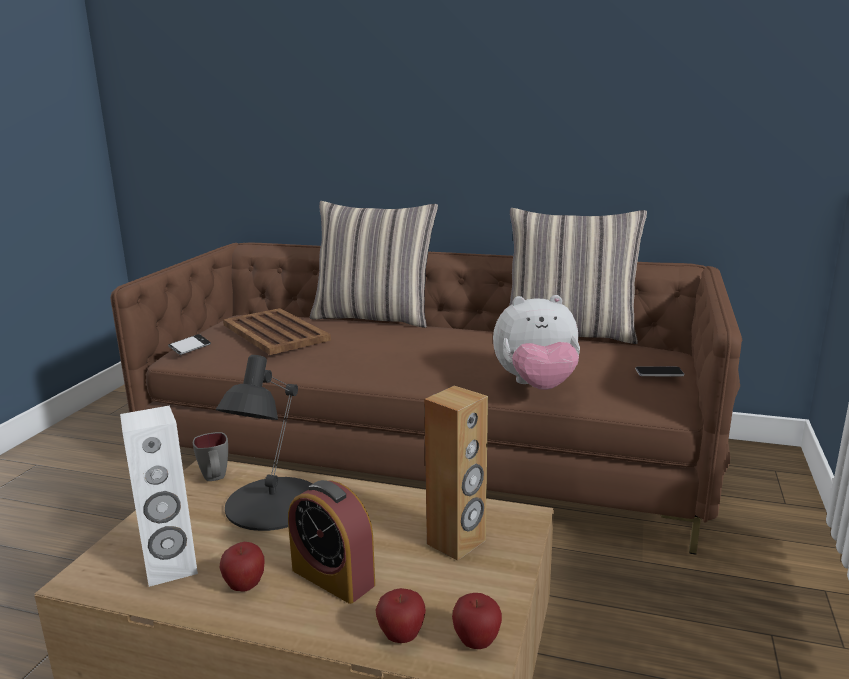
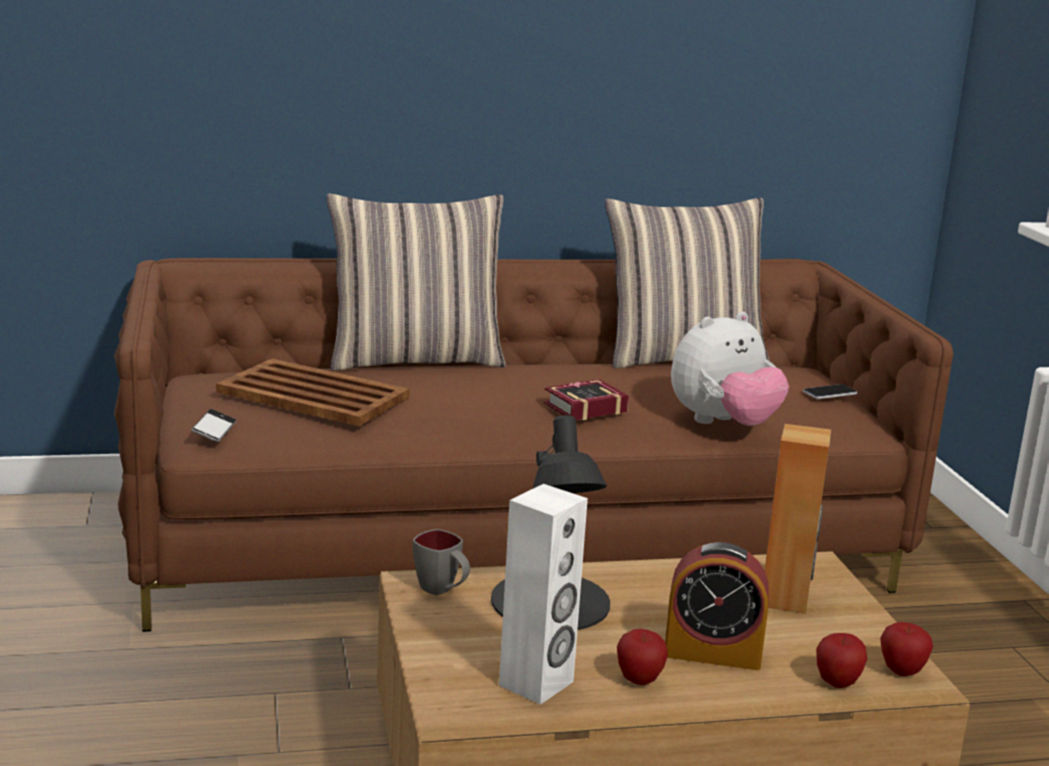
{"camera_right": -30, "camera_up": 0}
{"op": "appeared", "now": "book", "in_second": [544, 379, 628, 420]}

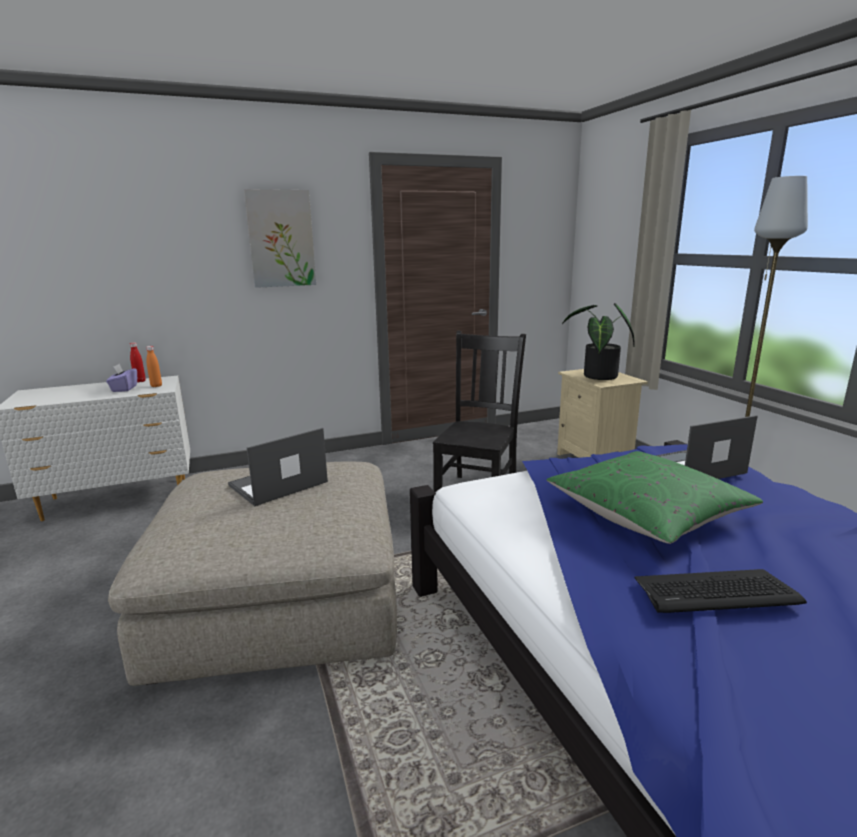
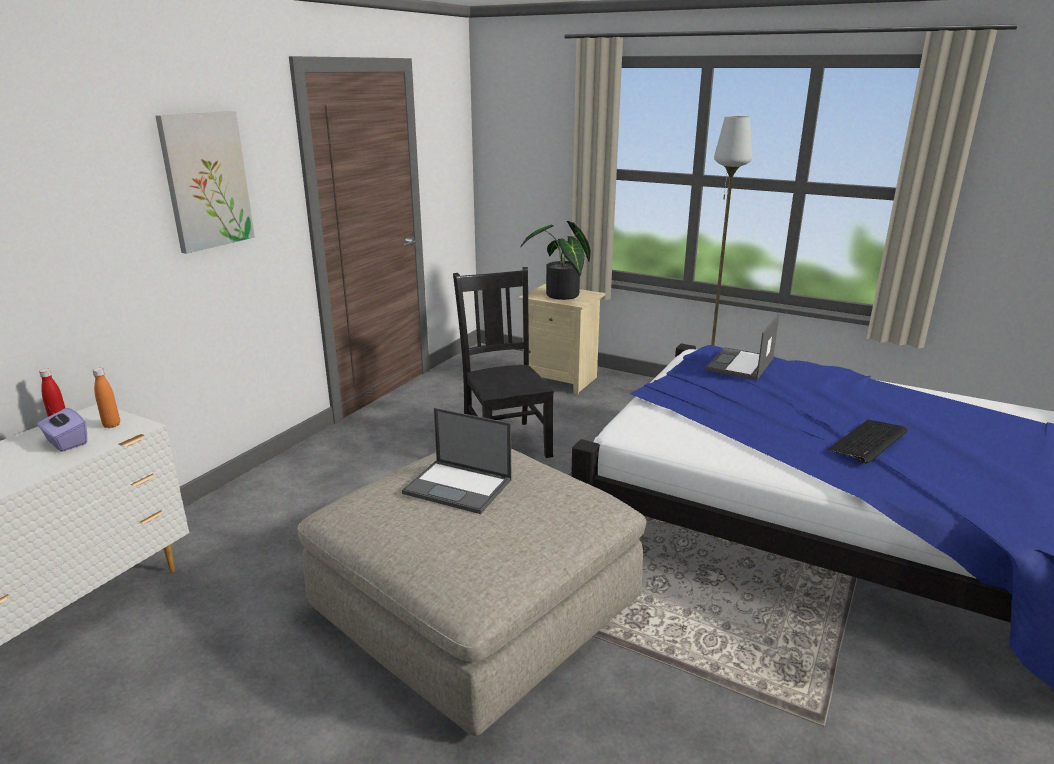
{"camera_right": -40, "camera_up": 5}
{"op": "spun", "was": "laptop", "in_first": [228, 428, 328, 506], "in_second": [402, 408, 512, 514], "clockwise": -75}
{"op": "missing", "was": "pillow (green)", "in_first": [547, 451, 763, 544]}

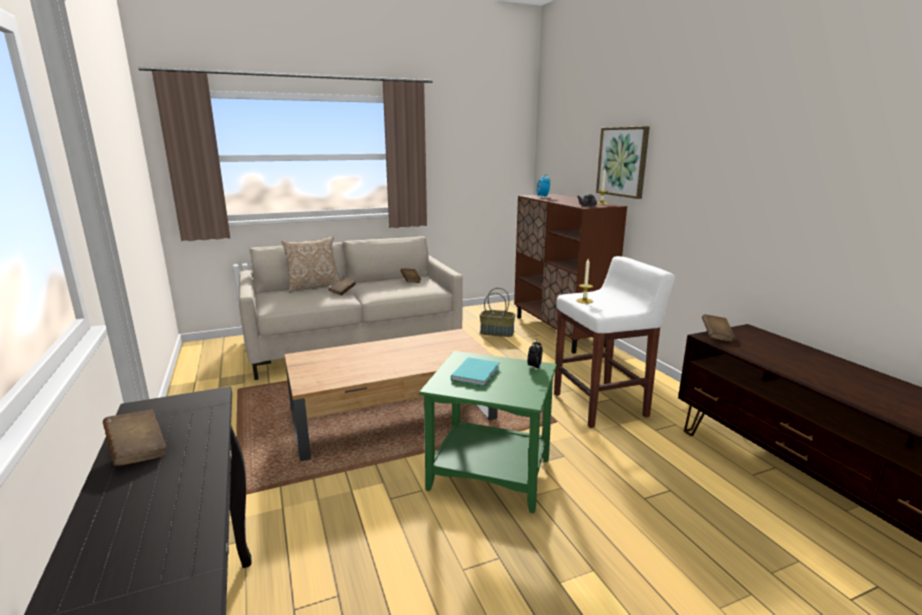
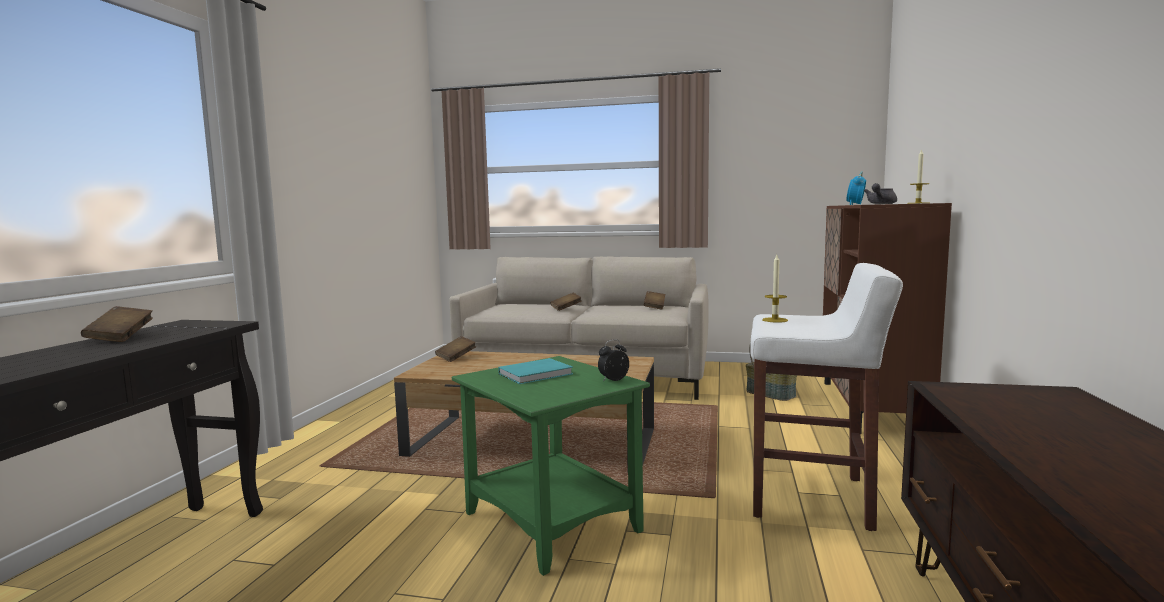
{"camera_right": 35, "camera_up": -10}
{"op": "relocated", "was": "book (brown)", "in_first": [702, 314, 735, 342], "in_second": [435, 336, 476, 362]}
{"op": "missing", "was": "pillow", "in_first": [282, 236, 339, 292]}
{"op": "missing", "was": "picture", "in_first": [596, 126, 650, 199]}

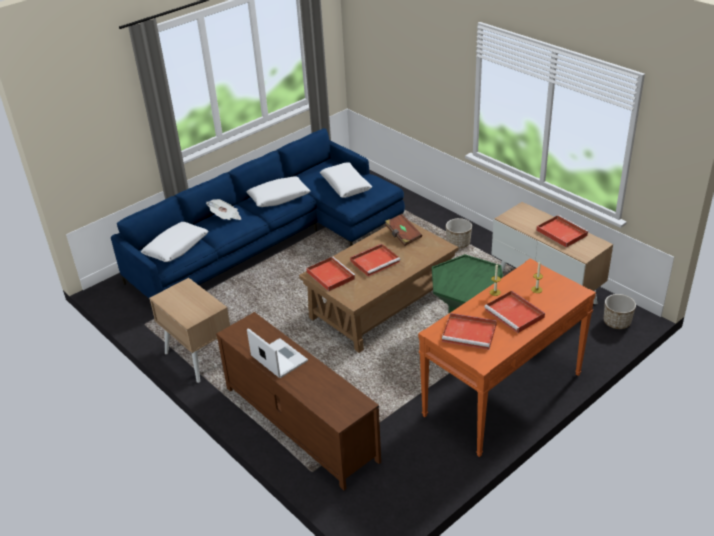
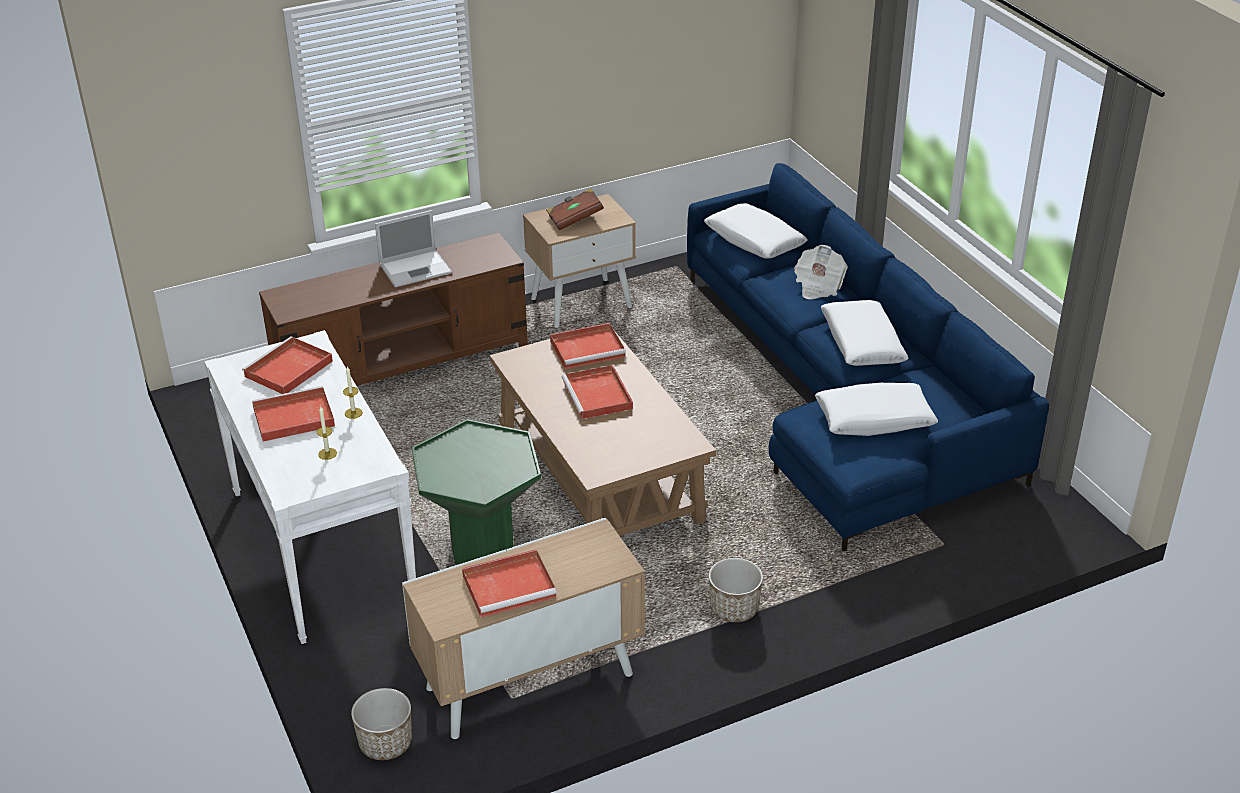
{"camera_right": 105, "camera_up": 0}
{"op": "colour", "was": "console table (orange)", "now": "console table (white)", "in_first": [418, 259, 596, 457], "in_second": [204, 330, 416, 644]}
{"op": "relocated", "was": "book (brown)", "in_first": [385, 214, 422, 246], "in_second": [546, 188, 604, 230]}

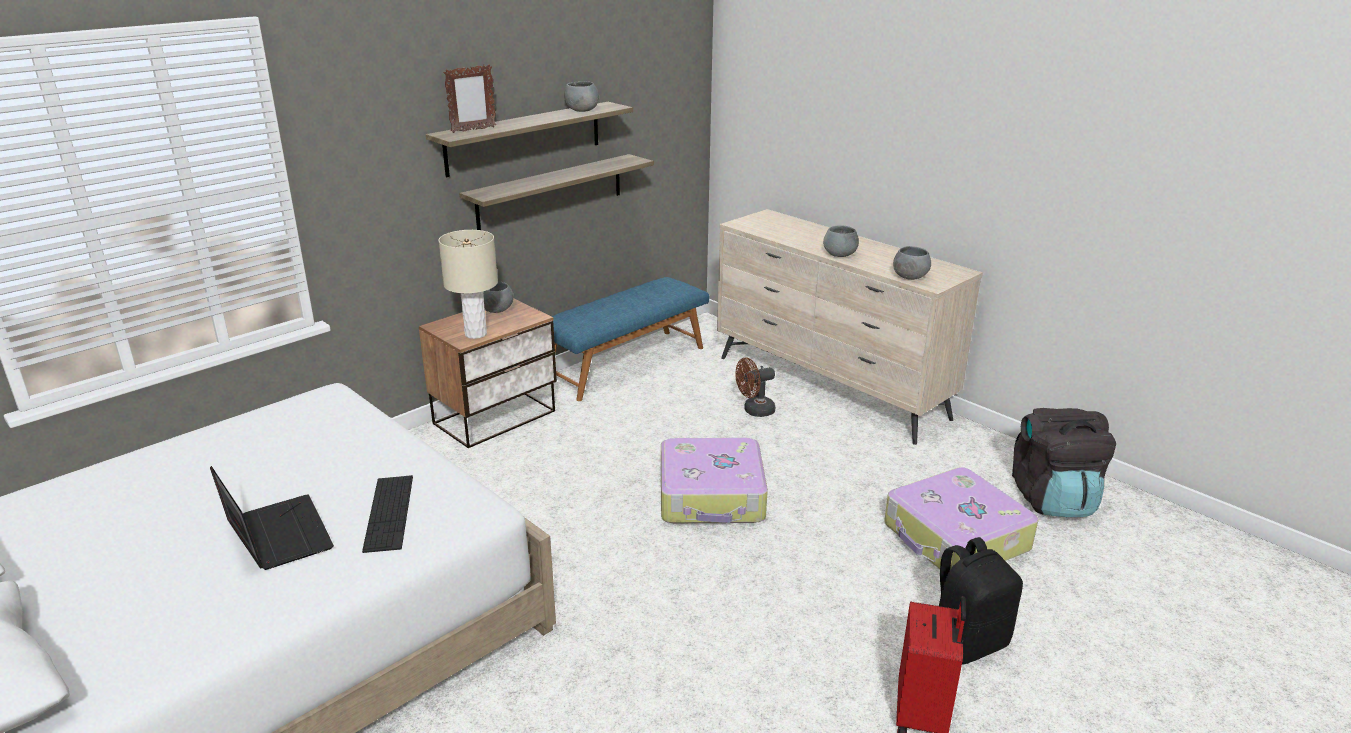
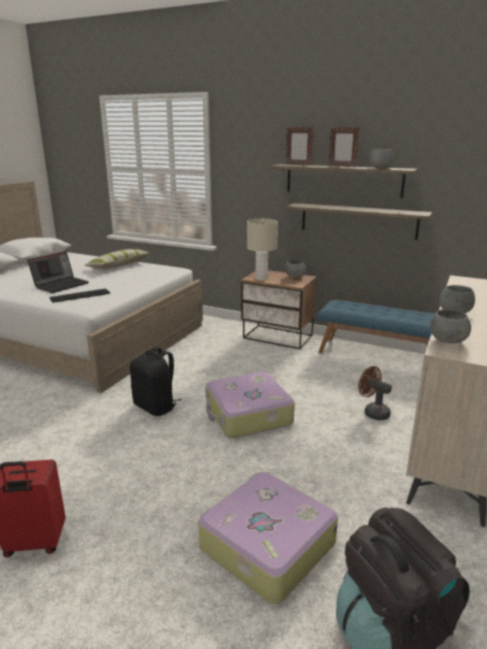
{"camera_right": 70, "camera_up": -5}
{"op": "appeared", "now": "pillow", "in_second": [84, 249, 150, 269]}
{"op": "relocated", "was": "backpack (black)", "in_first": [939, 537, 1023, 664], "in_second": [130, 346, 181, 416]}
{"op": "appeared", "now": "picture frame", "in_second": [329, 126, 360, 168]}

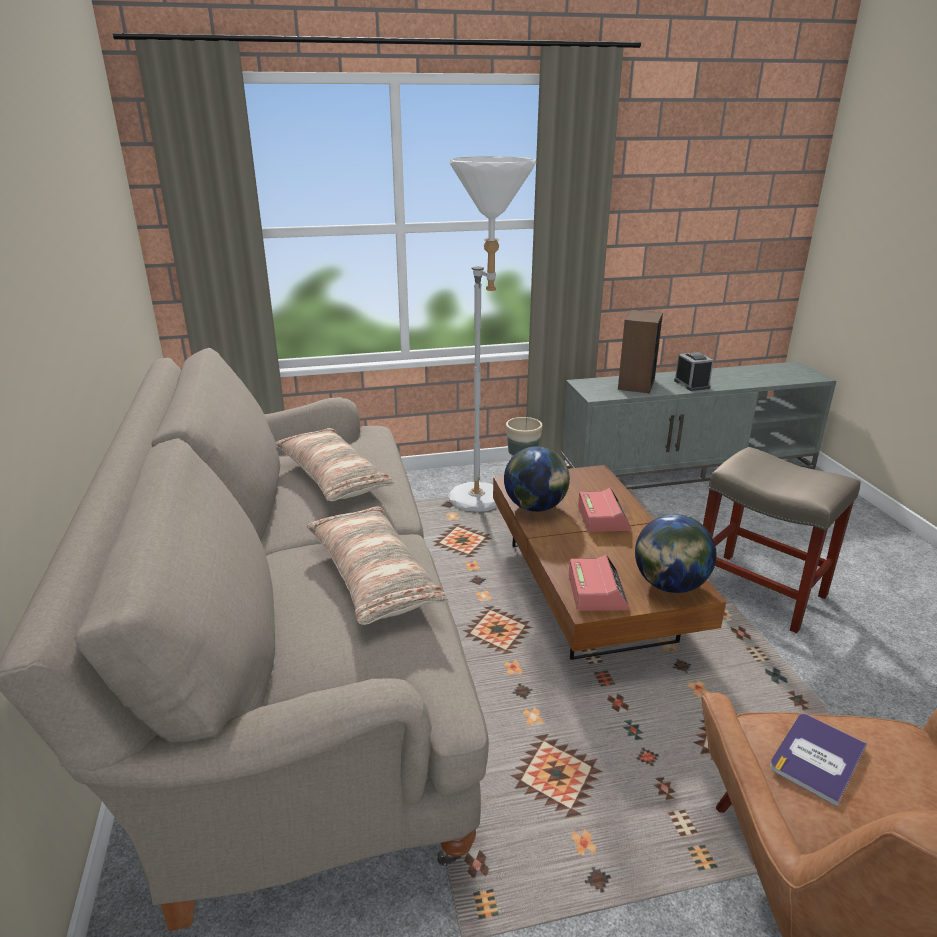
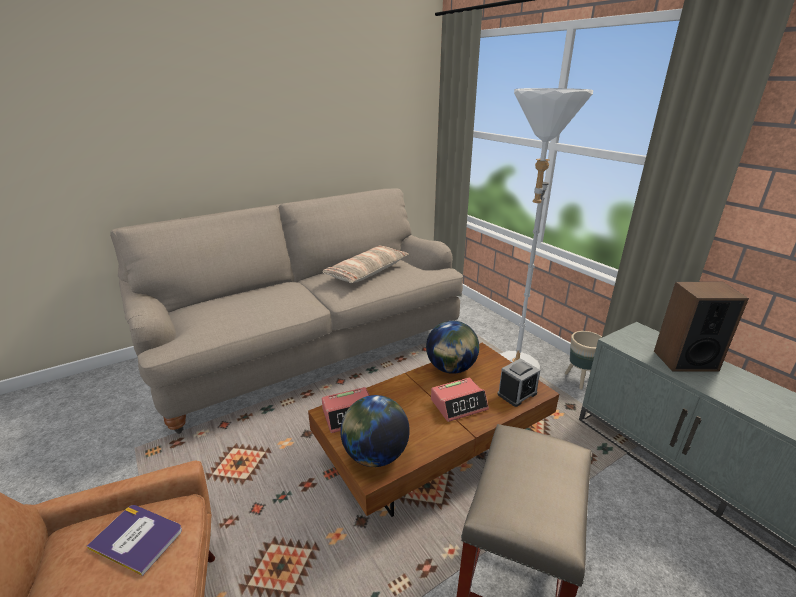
{"camera_right": 70, "camera_up": 0}
{"op": "relocated", "was": "alarm clock", "in_first": [674, 352, 714, 391], "in_second": [497, 358, 540, 407]}
{"op": "missing", "was": "pillow", "in_first": [307, 506, 448, 625]}

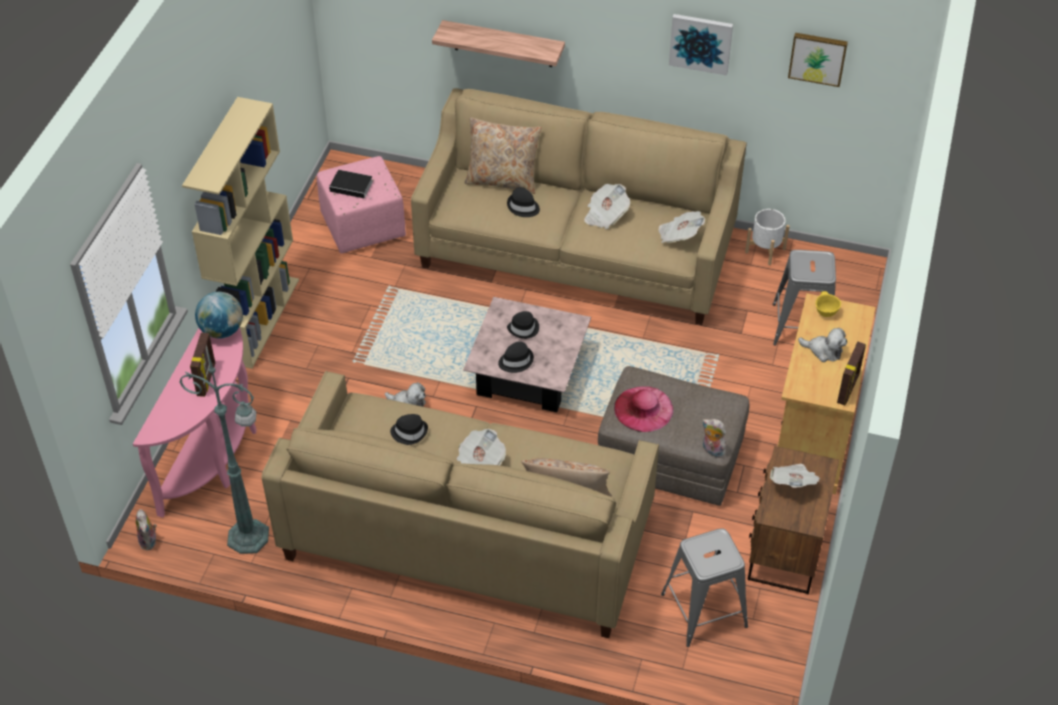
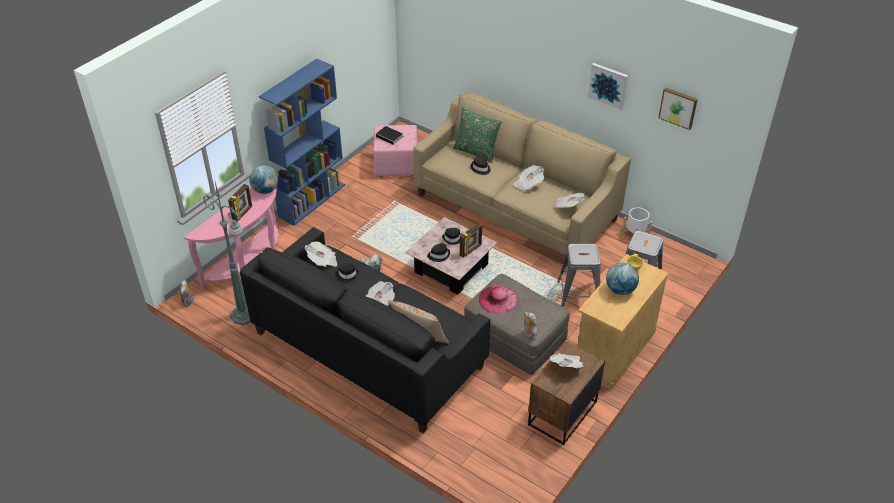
{"camera_right": 20, "camera_up": -5}
{"op": "colour", "was": "sofa (beige)", "now": "sofa (black)", "in_first": [262, 371, 659, 638], "in_second": [240, 227, 490, 433]}
{"op": "colour", "was": "bookcase (beige)", "now": "bookcase (blue)", "in_first": [182, 97, 299, 369], "in_second": [259, 59, 345, 226]}
{"op": "appeared", "now": "newspaper", "in_second": [305, 242, 337, 267]}
{"op": "colour", "was": "pillow (beige)", "now": "pillow (green)", "in_first": [465, 117, 541, 194], "in_second": [453, 107, 502, 163]}
{"op": "relocated", "was": "picture frame", "in_first": [837, 342, 866, 405], "in_second": [460, 223, 482, 258]}
{"op": "relocated", "was": "stool (grey)", "in_first": [661, 528, 748, 647], "in_second": [557, 244, 601, 307]}
{"op": "exchanged", "was": "plush toy", "now": "globe", "in_first": [798, 328, 847, 362], "in_second": [606, 263, 639, 295]}
{"op": "missing", "was": "shelf", "in_first": [432, 20, 565, 67]}

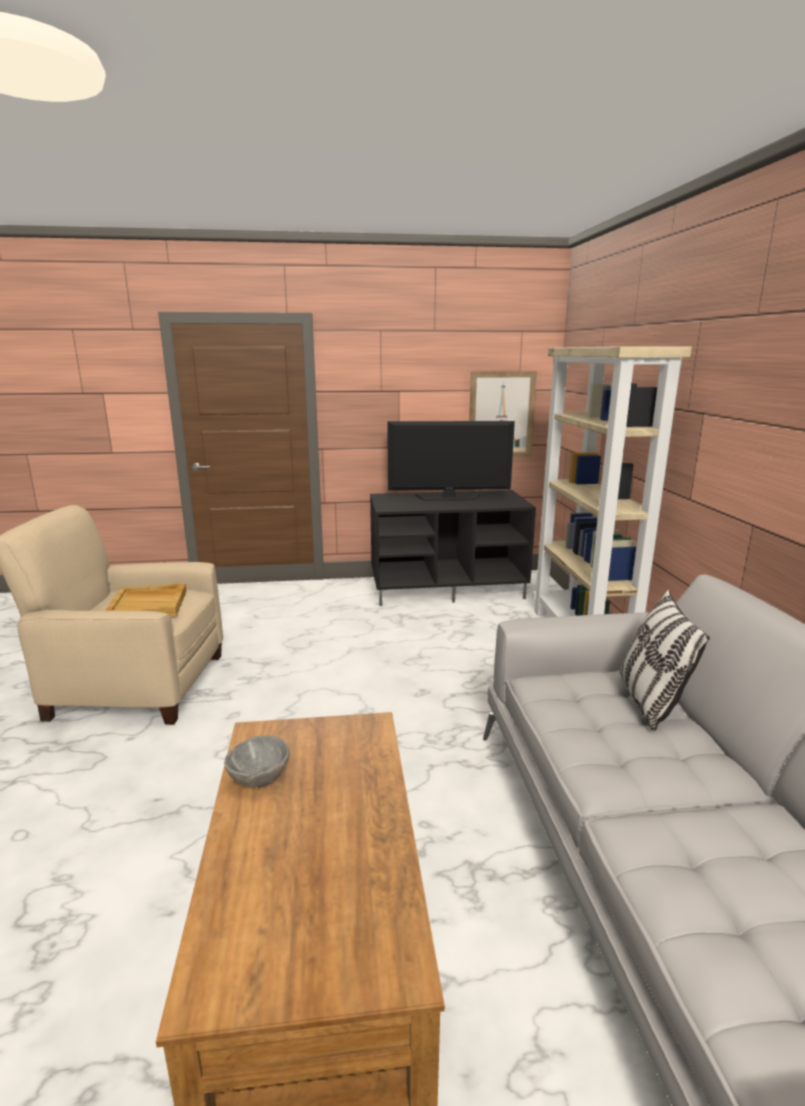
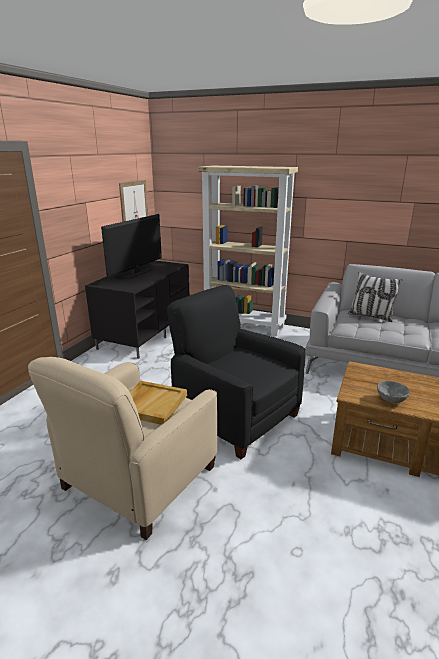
{"camera_right": -60, "camera_up": 5}
{"op": "appeared", "now": "armchair (black)", "in_second": [167, 285, 306, 459]}

